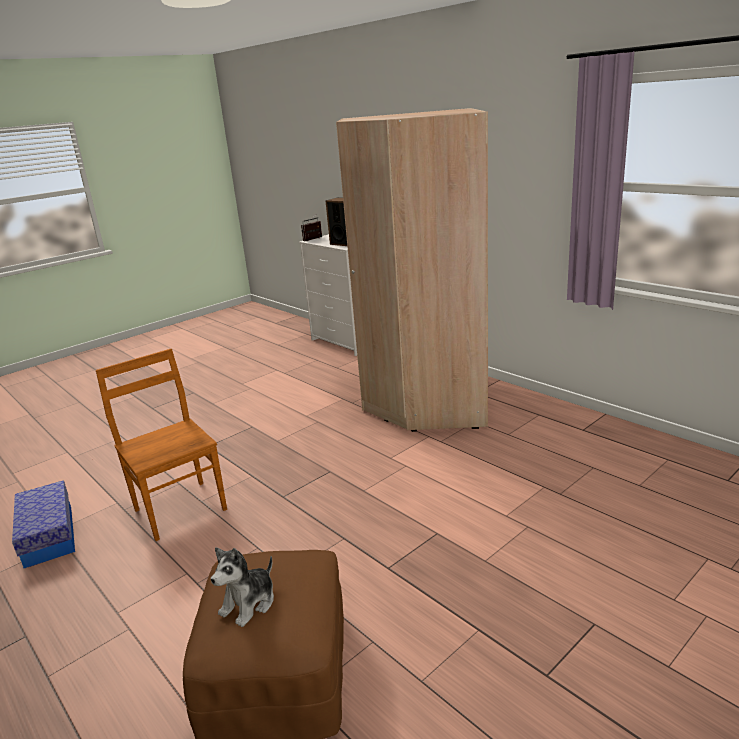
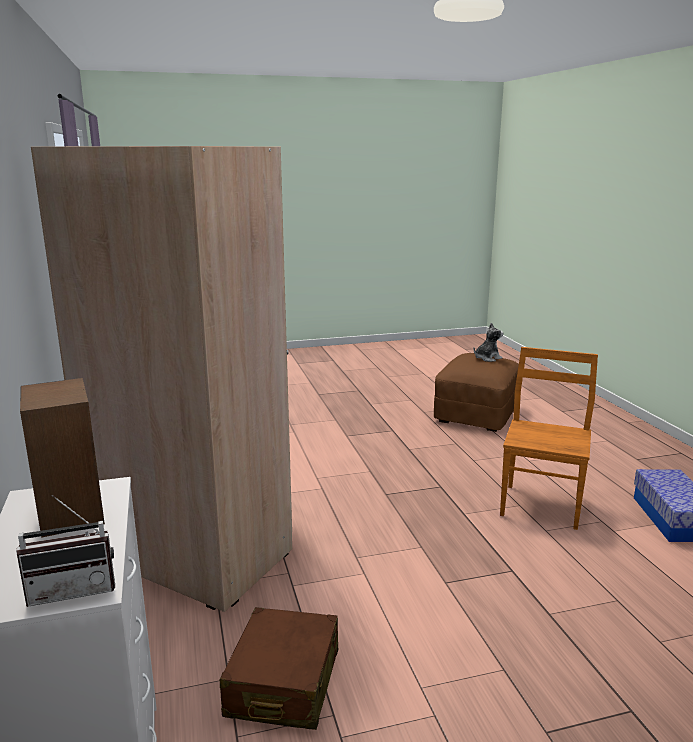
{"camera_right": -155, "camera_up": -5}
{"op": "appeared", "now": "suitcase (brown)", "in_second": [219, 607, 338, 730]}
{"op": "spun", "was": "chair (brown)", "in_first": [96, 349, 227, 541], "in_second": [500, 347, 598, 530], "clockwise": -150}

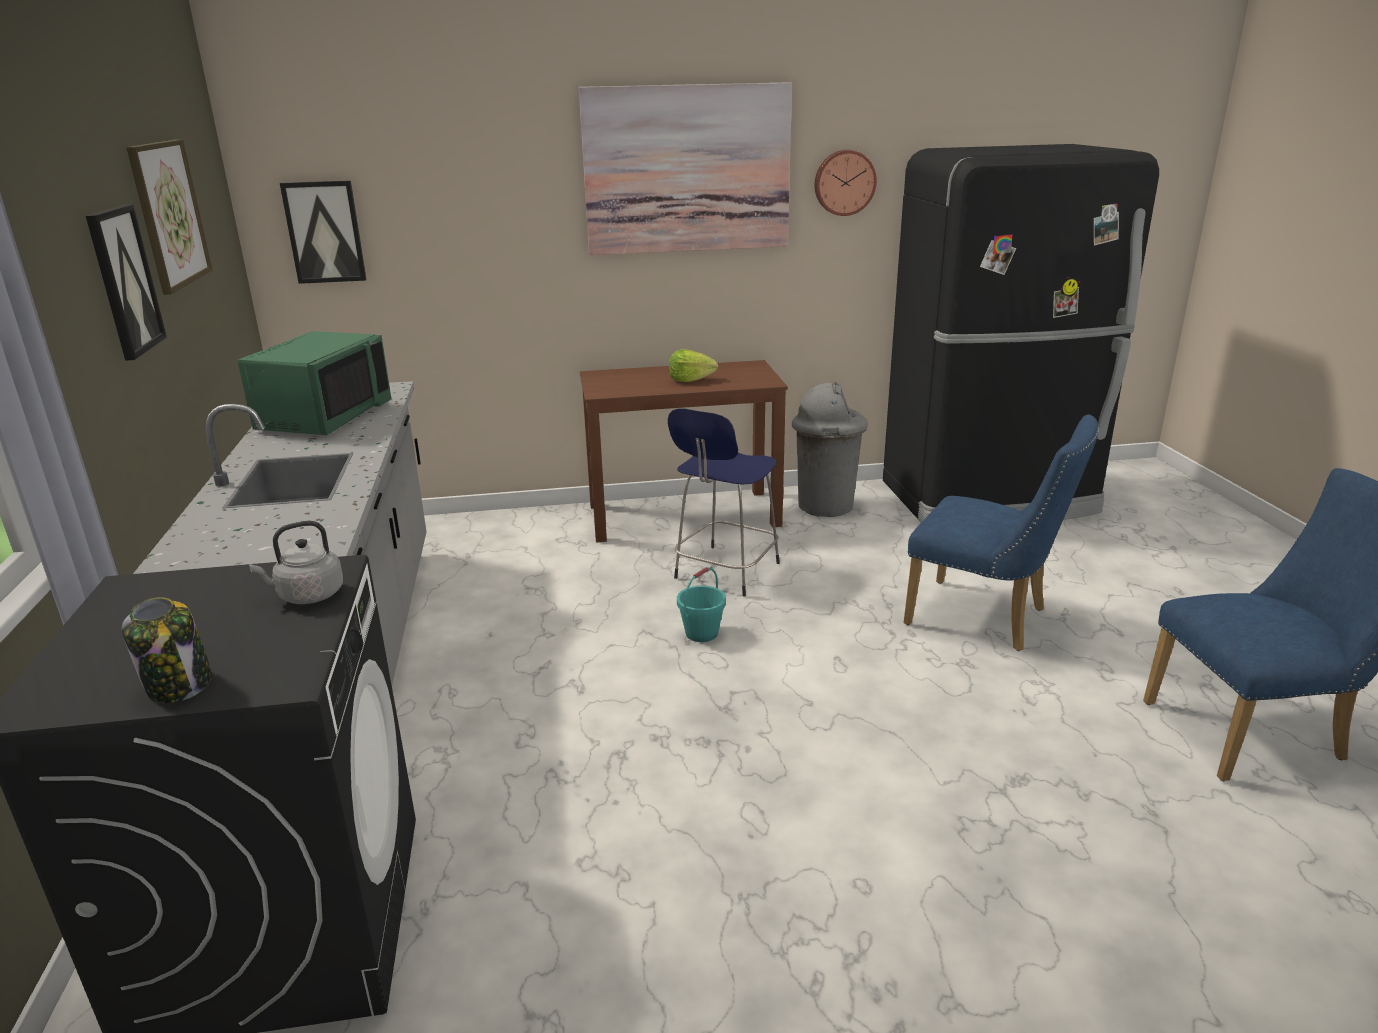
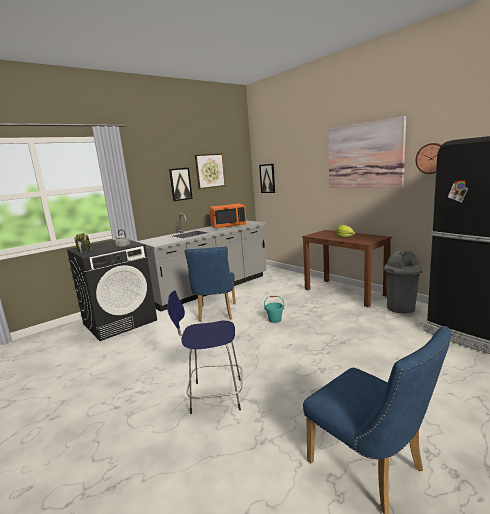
{"camera_right": 60, "camera_up": -10}
{"op": "relocated", "was": "stool (blue)", "in_first": [668, 409, 780, 597], "in_second": [167, 290, 242, 414]}
{"op": "relocated", "was": "chair (blue)", "in_first": [904, 415, 1099, 651], "in_second": [185, 246, 236, 322]}
{"op": "colour", "was": "microwave (green)", "now": "microwave (orange)", "in_first": [238, 331, 392, 435], "in_second": [209, 204, 246, 228]}

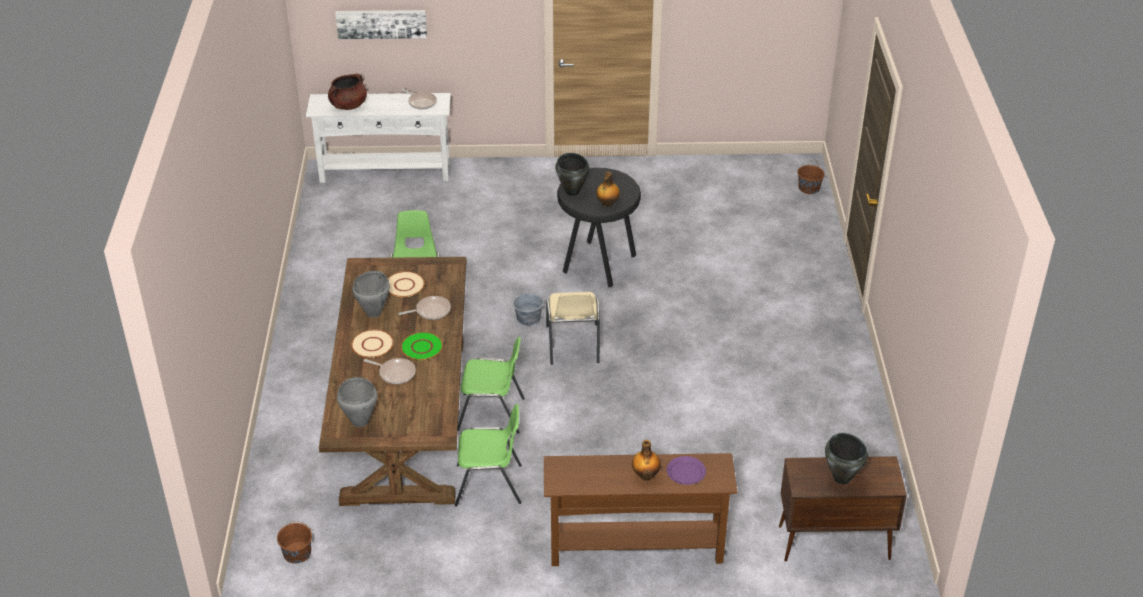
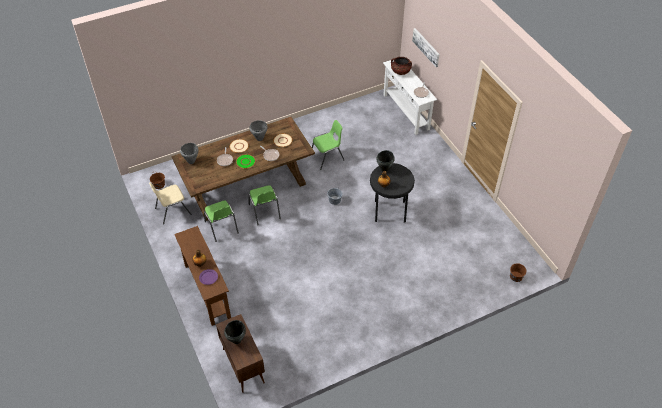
{"camera_right": 65, "camera_up": 10}
{"op": "relocated", "was": "chair (beige)", "in_first": [546, 292, 600, 365], "in_second": [149, 183, 191, 225]}

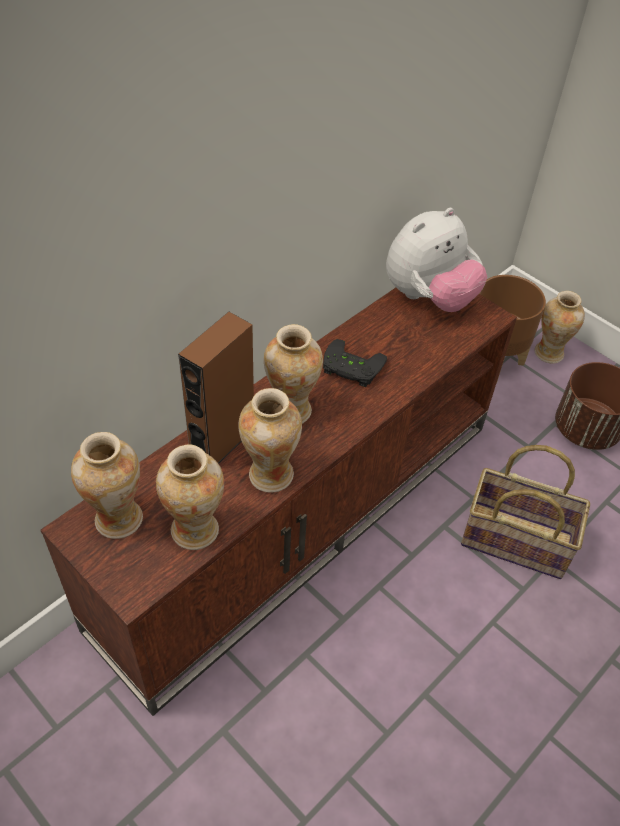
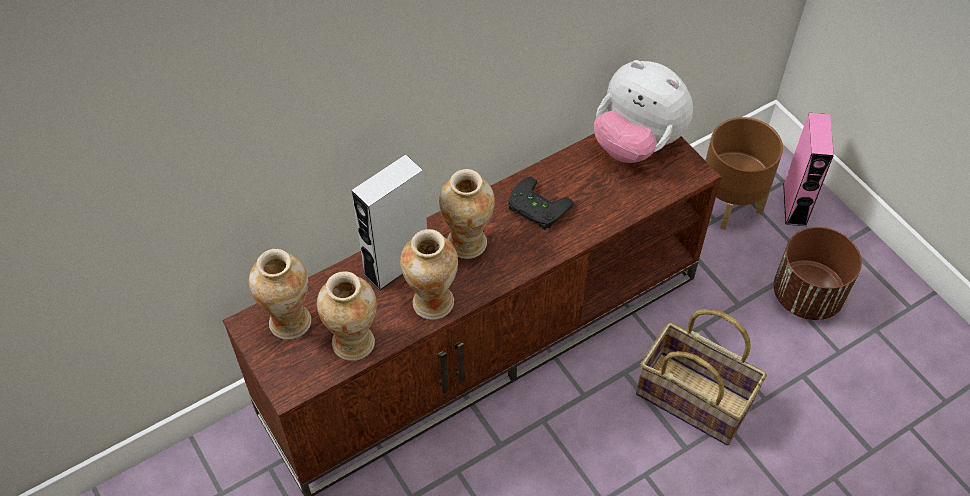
{"camera_right": 15, "camera_up": 5}
{"op": "colour", "was": "speaker (brown)", "now": "speaker (grey)", "in_first": [178, 312, 254, 464], "in_second": [351, 154, 427, 291]}
{"op": "spun", "was": "plush toy", "in_first": [386, 208, 487, 312], "in_second": [594, 60, 693, 163], "clockwise": 60}
{"op": "exchanged", "was": "vase", "now": "speaker (pink)", "in_first": [535, 291, 585, 363], "in_second": [783, 113, 834, 226]}

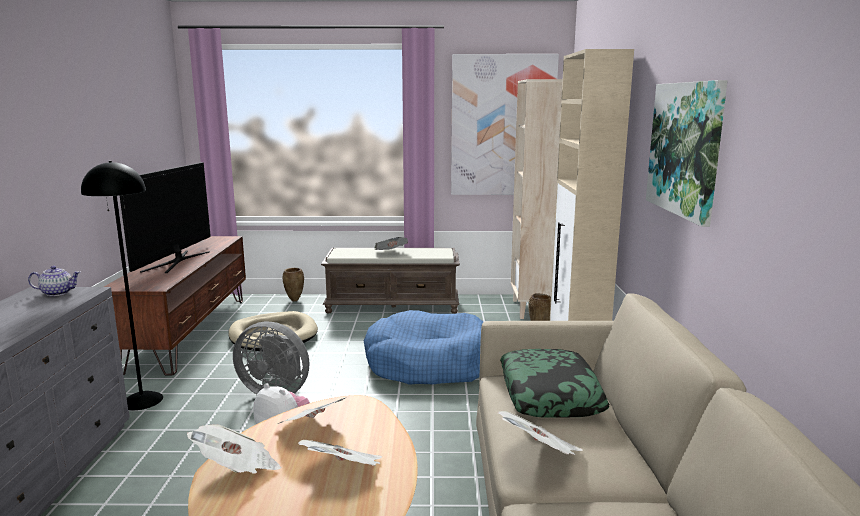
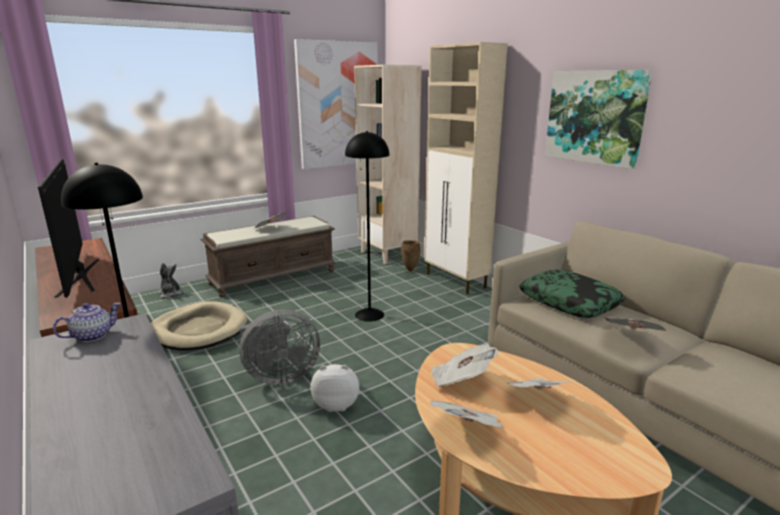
{"camera_right": -35, "camera_up": 5}
{"op": "exchanged", "was": "vase (brown)", "now": "plush toy", "in_first": [283, 268, 304, 301], "in_second": [159, 263, 182, 298]}
{"op": "exchanged", "was": "dog bed (blue)", "now": "floor lamp (black)", "in_first": [364, 310, 483, 385], "in_second": [345, 131, 389, 322]}

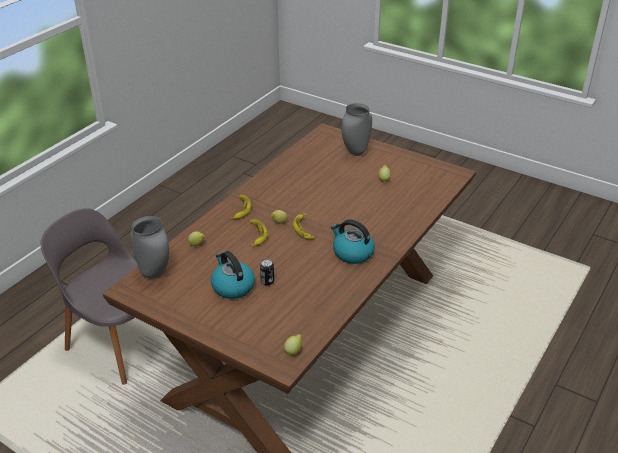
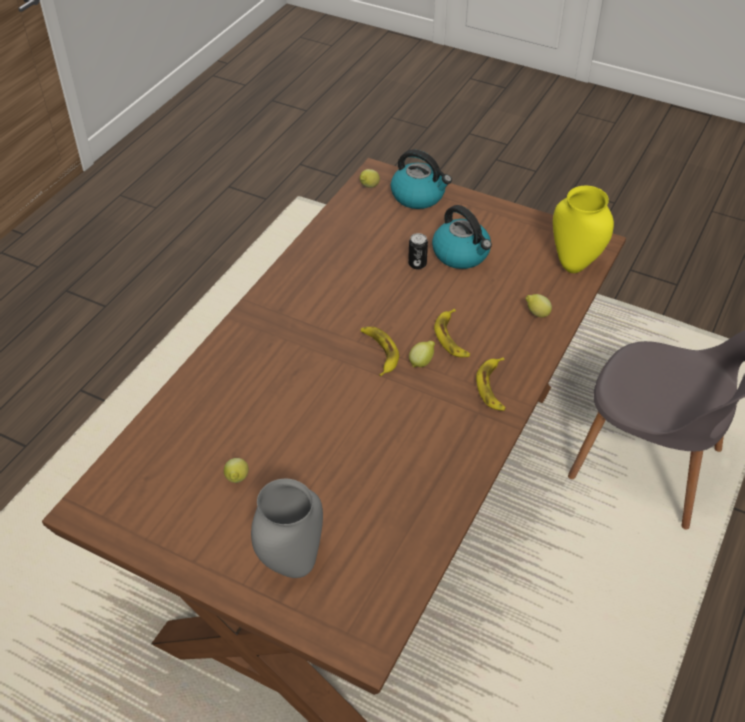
{"camera_right": 175, "camera_up": 10}
{"op": "relocated", "was": "kettle", "in_first": [331, 219, 375, 264], "in_second": [391, 149, 452, 209]}
{"op": "colour", "was": "vase (grey)", "now": "vase (yellow)", "in_first": [130, 216, 169, 279], "in_second": [553, 186, 614, 273]}

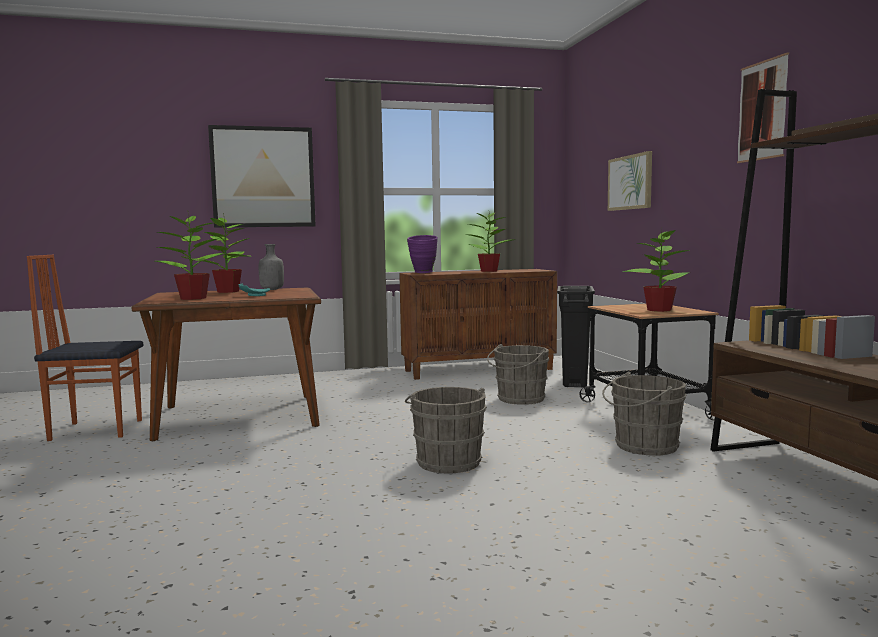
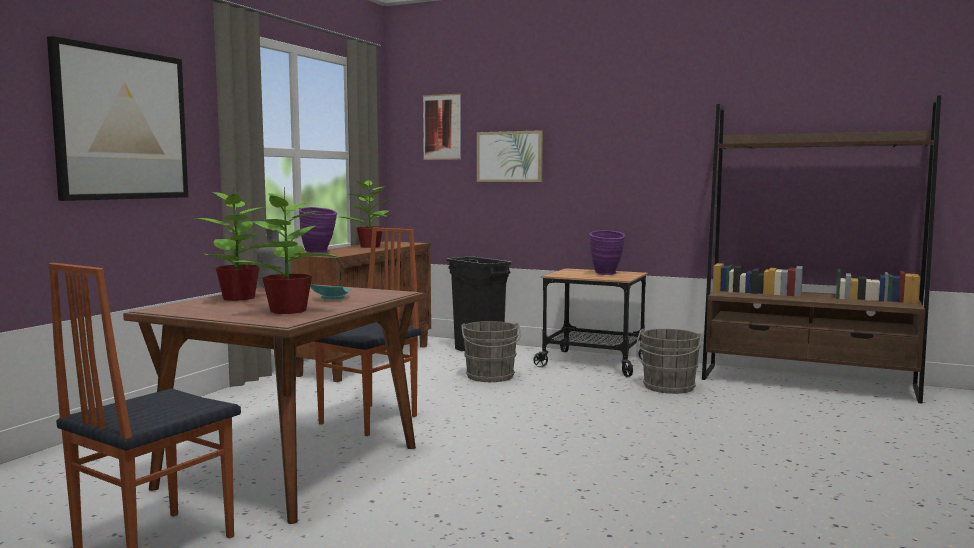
{"camera_right": -50, "camera_up": 0}
{"op": "appeared", "now": "chair", "in_second": [315, 227, 421, 436]}
{"op": "relocated", "was": "picture", "in_first": [737, 52, 789, 163], "in_second": [423, 93, 461, 160]}
{"op": "exchanged", "was": "potted plant", "now": "vase (purple)", "in_first": [623, 230, 690, 312], "in_second": [590, 230, 625, 275]}
{"op": "missing", "was": "bucket (grey)", "in_first": [405, 387, 487, 474]}

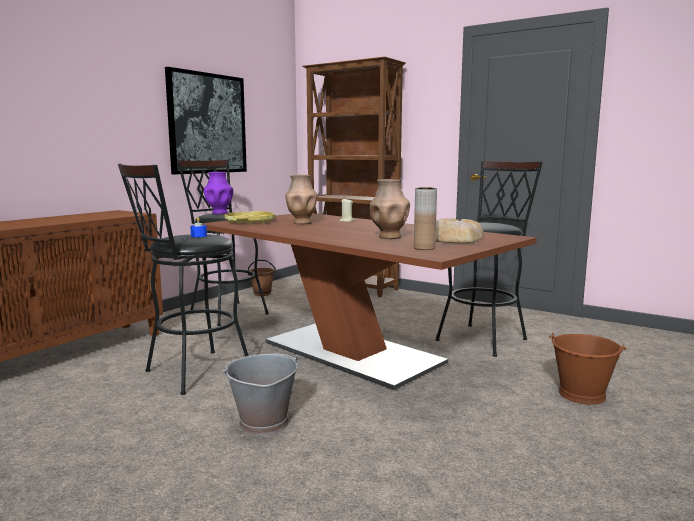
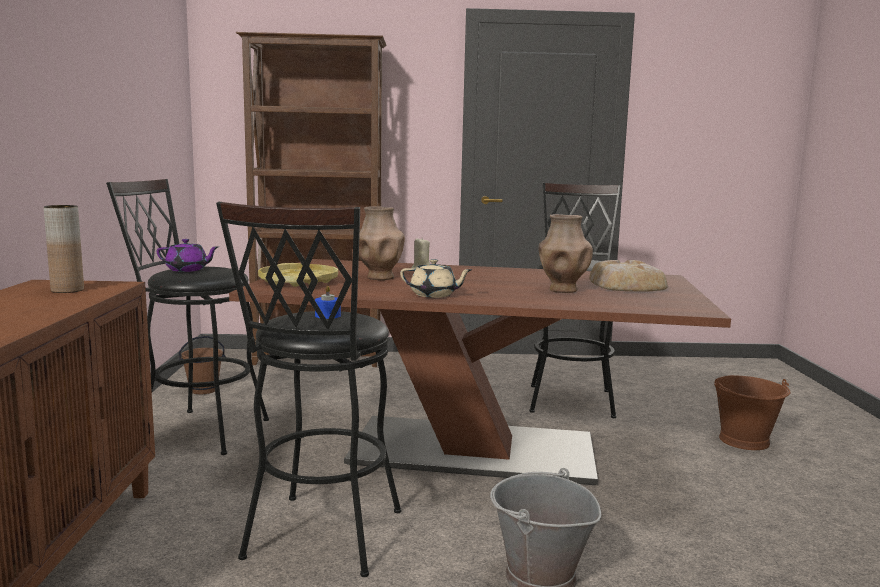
{"camera_right": -35, "camera_up": 0}
{"op": "relocated", "was": "vase (brown)", "in_first": [414, 187, 437, 250], "in_second": [44, 205, 84, 293]}
{"op": "exchanged", "was": "vase (purple)", "now": "teapot (purple)", "in_first": [204, 172, 233, 214], "in_second": [157, 239, 218, 272]}
{"op": "appeared", "now": "teapot (beige)", "in_second": [400, 259, 473, 298]}
{"op": "missing", "was": "picture", "in_first": [165, 67, 247, 175]}

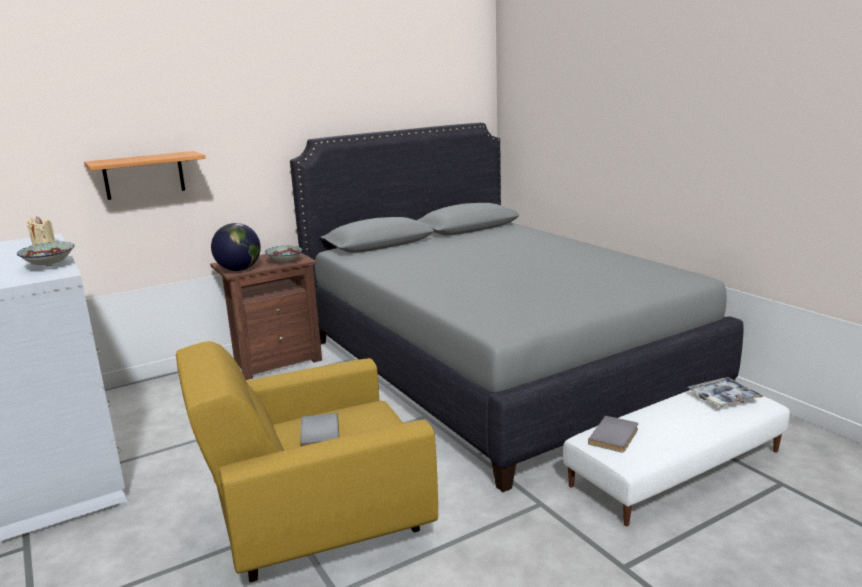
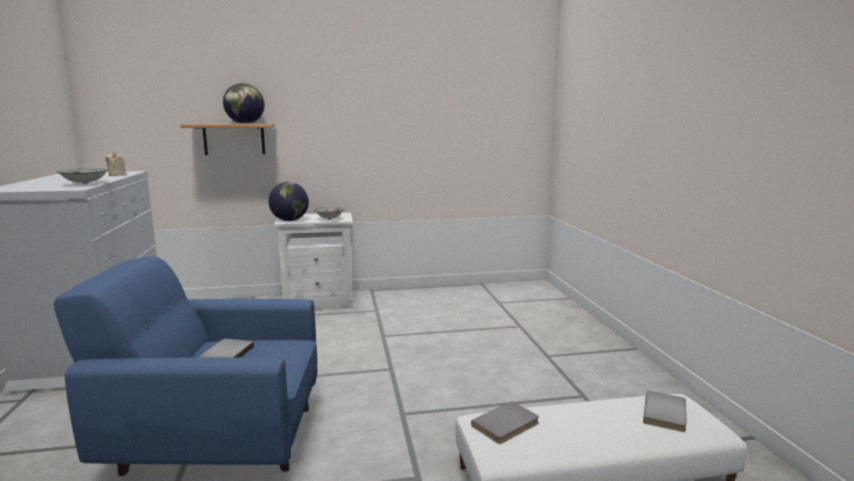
{"camera_right": 20, "camera_up": -5}
{"op": "colour", "was": "armchair (yellow)", "now": "armchair (blue)", "in_first": [176, 341, 438, 582], "in_second": [54, 256, 318, 476]}
{"op": "appeared", "now": "globe", "in_second": [223, 83, 265, 124]}
{"op": "colour", "was": "nightstand (brown)", "now": "nightstand (white)", "in_first": [210, 253, 322, 380], "in_second": [274, 212, 353, 308]}
{"op": "exchanged", "was": "tray", "now": "book (grey)", "in_first": [688, 377, 763, 407], "in_second": [643, 390, 687, 432]}
{"op": "missing", "was": "bed (grey)", "in_first": [290, 123, 744, 492]}

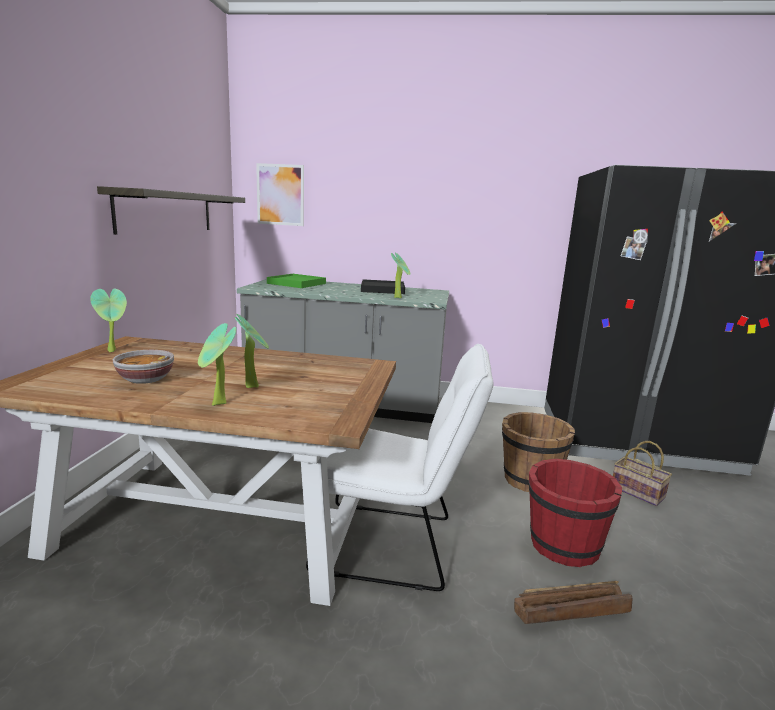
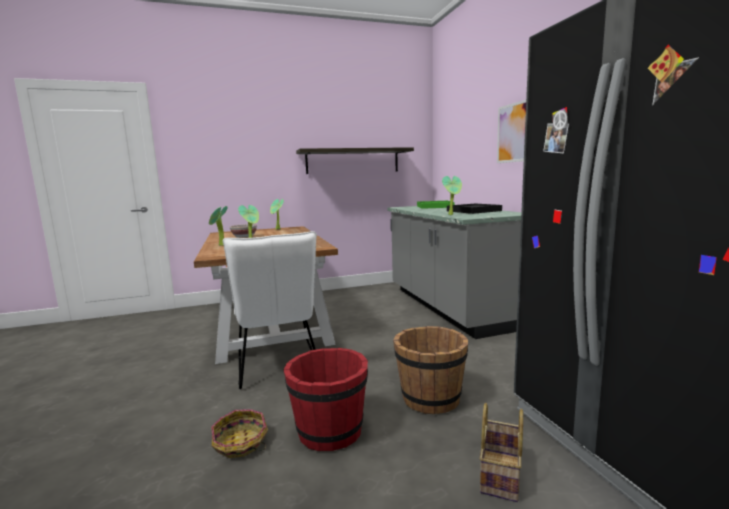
{"camera_right": 65, "camera_up": -5}
{"op": "exchanged", "was": "crate", "now": "basket", "in_first": [514, 581, 633, 624], "in_second": [211, 409, 268, 458]}
{"op": "relocated", "was": "picture", "in_first": [256, 163, 304, 226], "in_second": [497, 100, 526, 163]}

